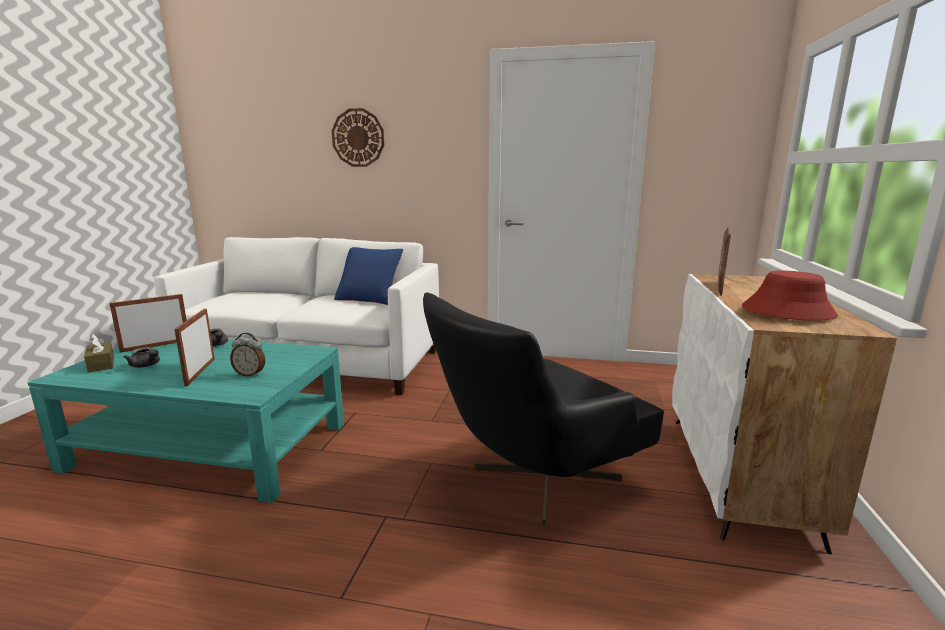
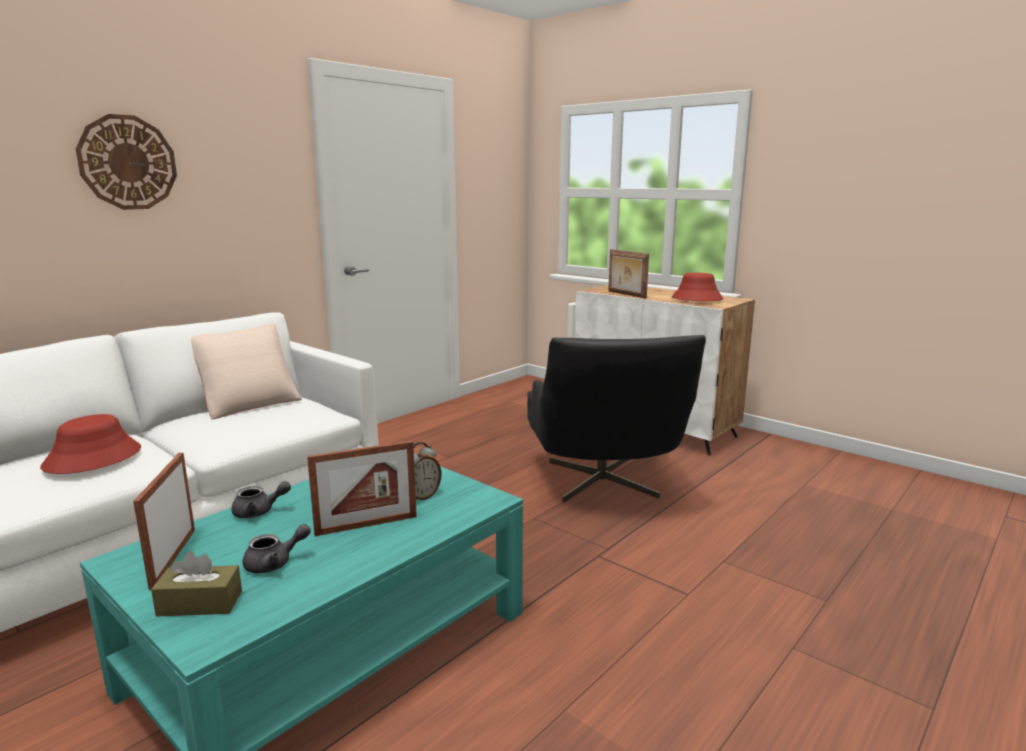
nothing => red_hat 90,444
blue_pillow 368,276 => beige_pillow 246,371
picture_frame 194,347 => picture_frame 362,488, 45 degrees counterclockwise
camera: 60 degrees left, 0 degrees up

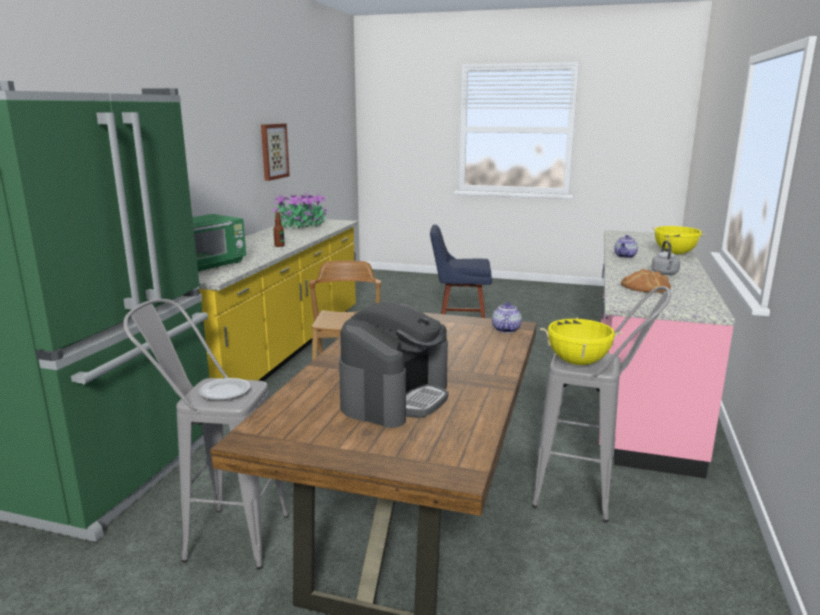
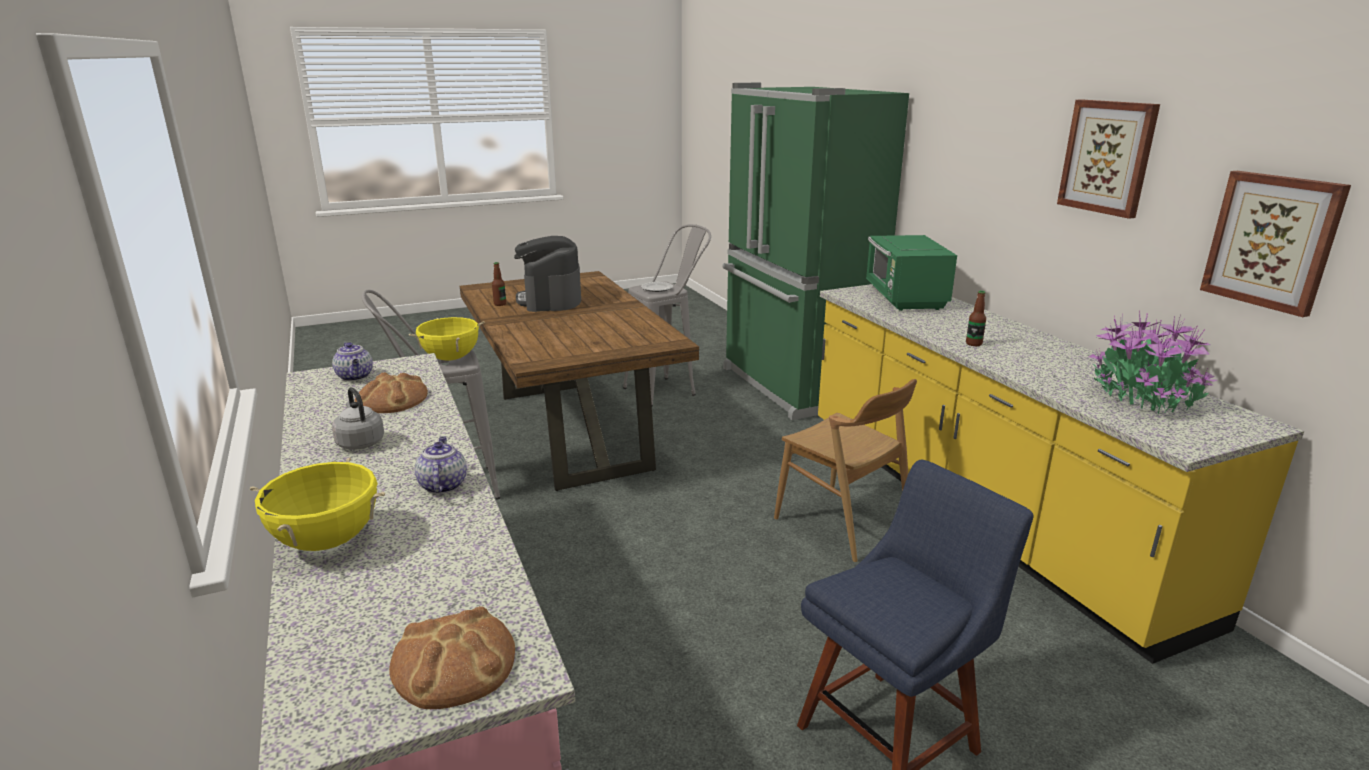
teapot 507,317 => teapot 352,361, moved
nothing => bread 452,657
nothing => bottle 499,284
nothing => picture 1108,159
camera: 140 degrees right, 5 degrees up

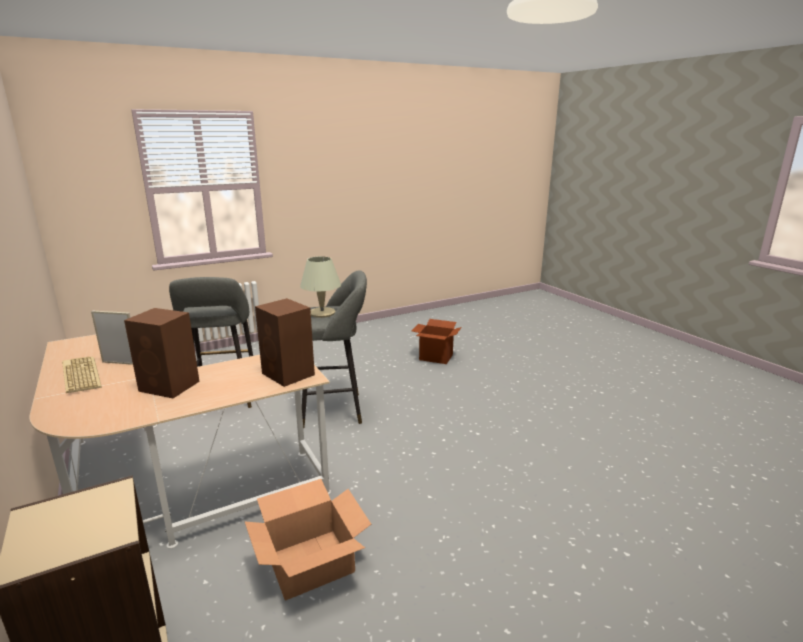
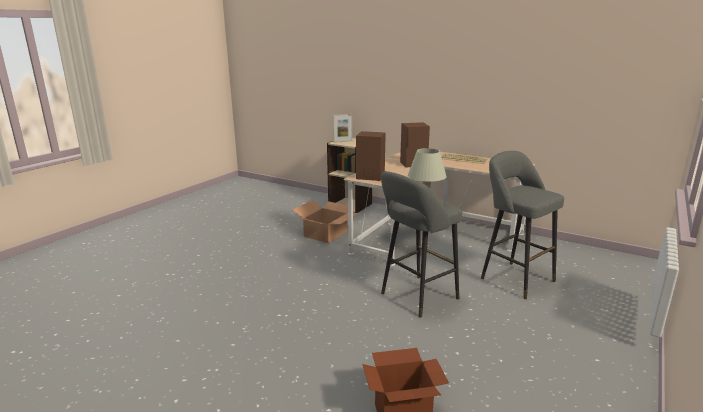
picture_frame 112,338 => picture_frame 342,128, moved
camera: 150 degrees right, 0 degrees up

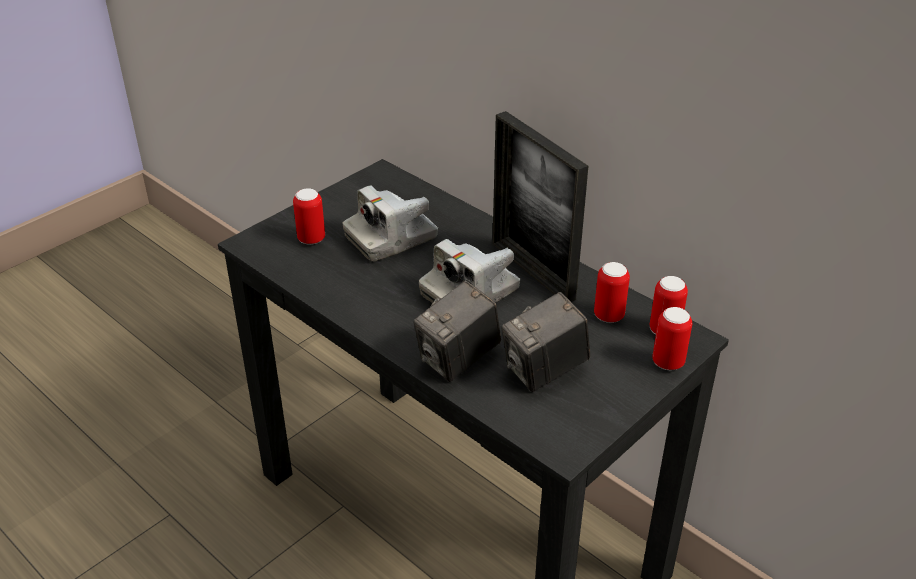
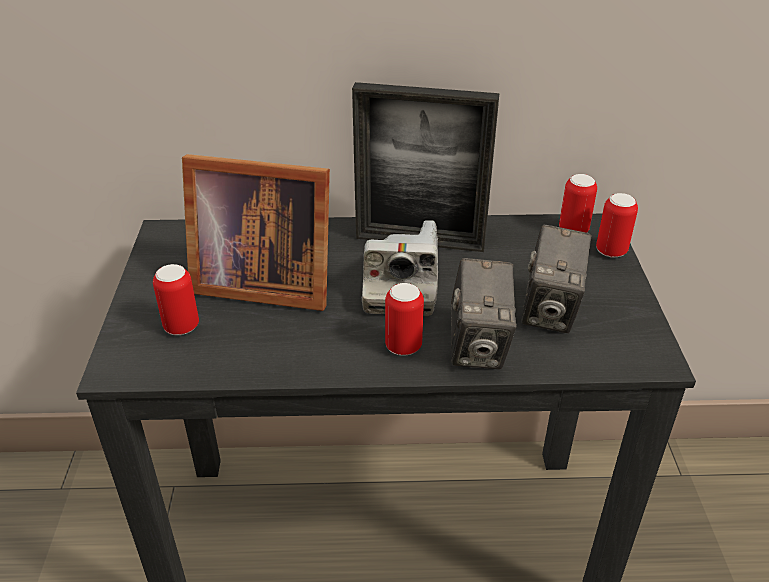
photo_camera 390,223 => picture_frame 256,232
can 612,292 => can 404,319, moved
camera: 45 degrees left, 0 degrees up

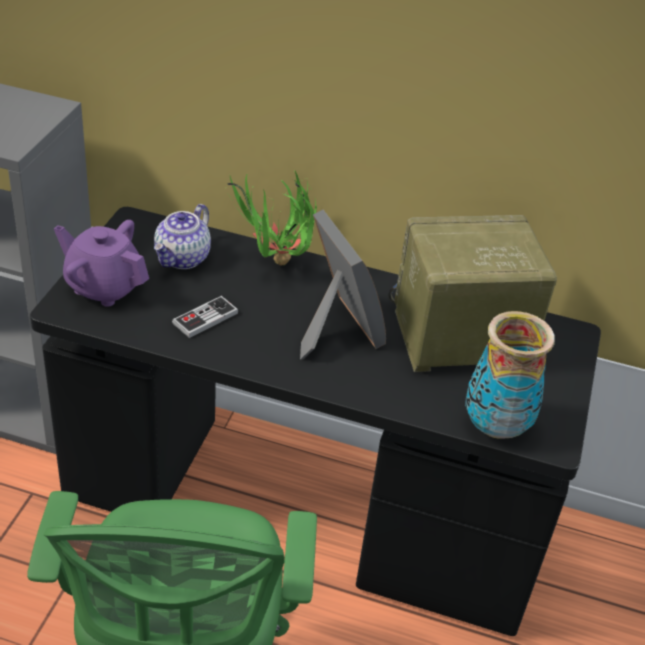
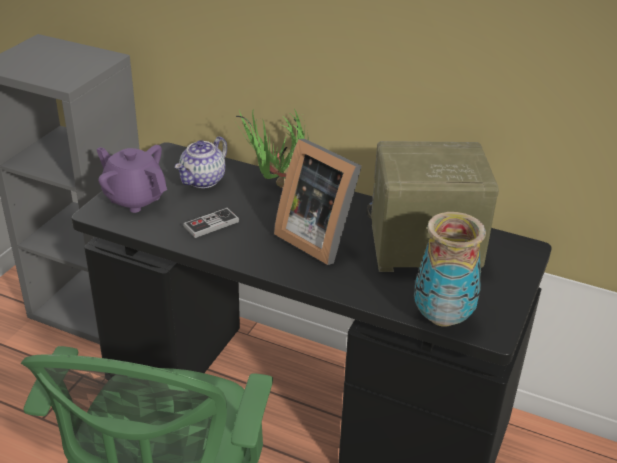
picture_frame 343,284 => picture_frame 318,202, 150 degrees clockwise
camera: 10 degrees right, 5 degrees down

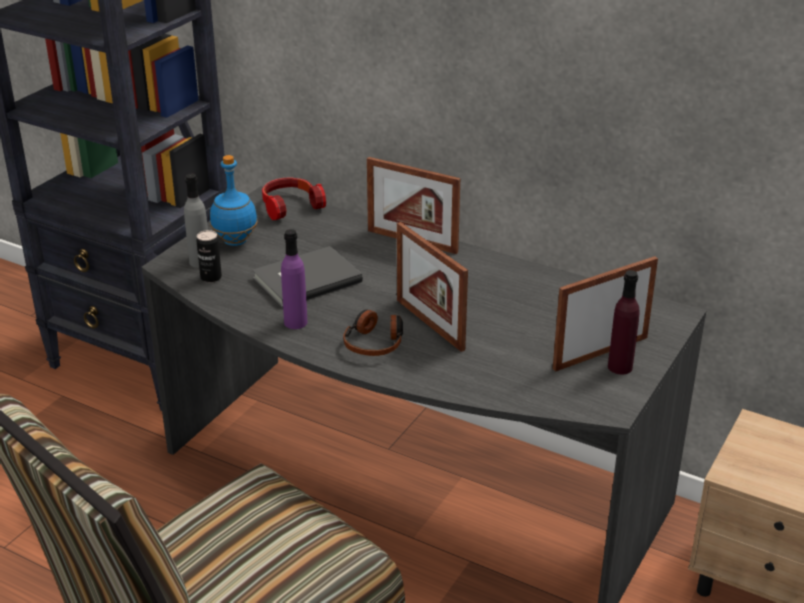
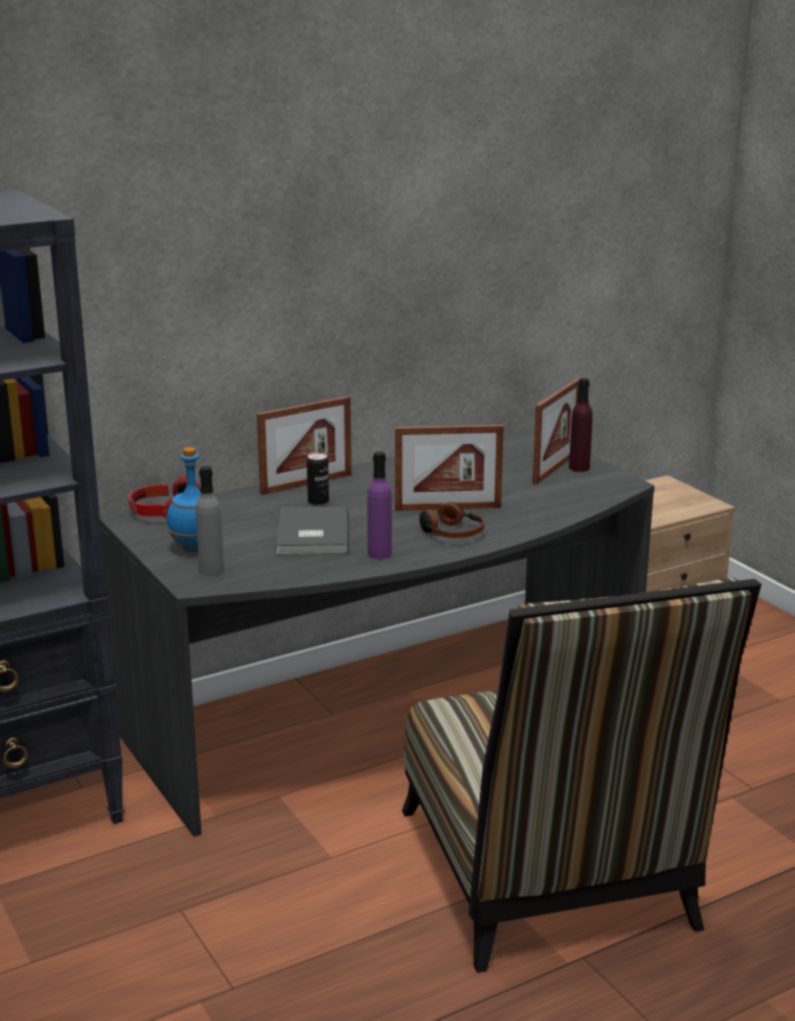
can 209,256 => can 318,479, moved
picture_frame 605,314 => picture_frame 556,431, 150 degrees counterclockwise
camera: 60 degrees left, 10 degrees down

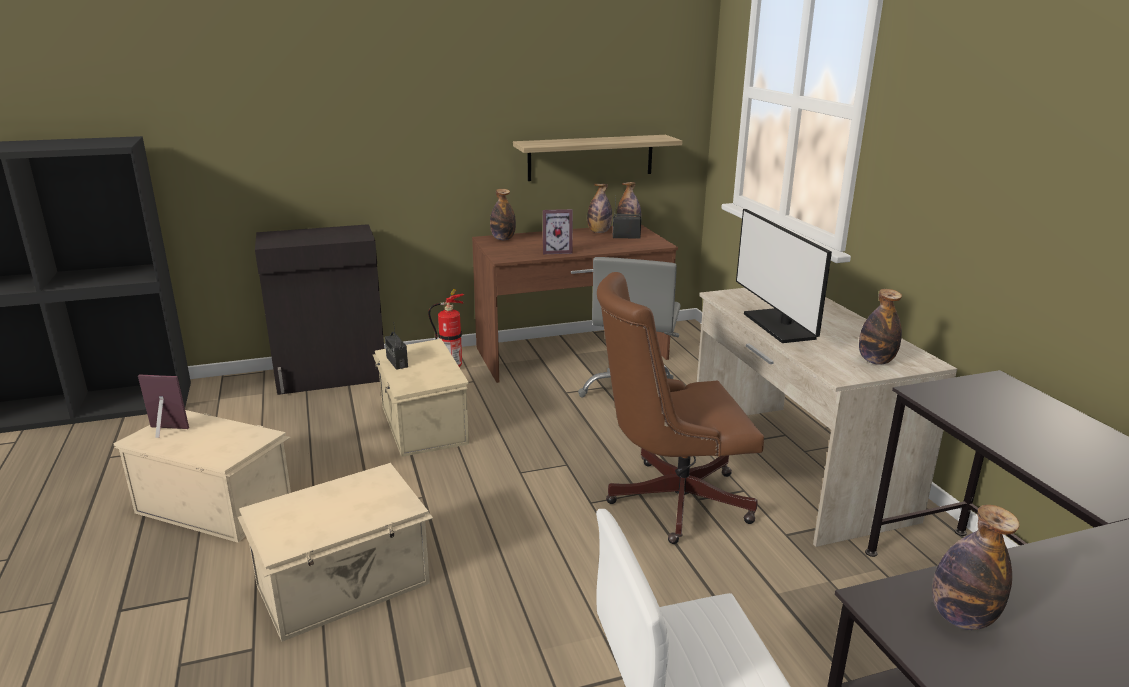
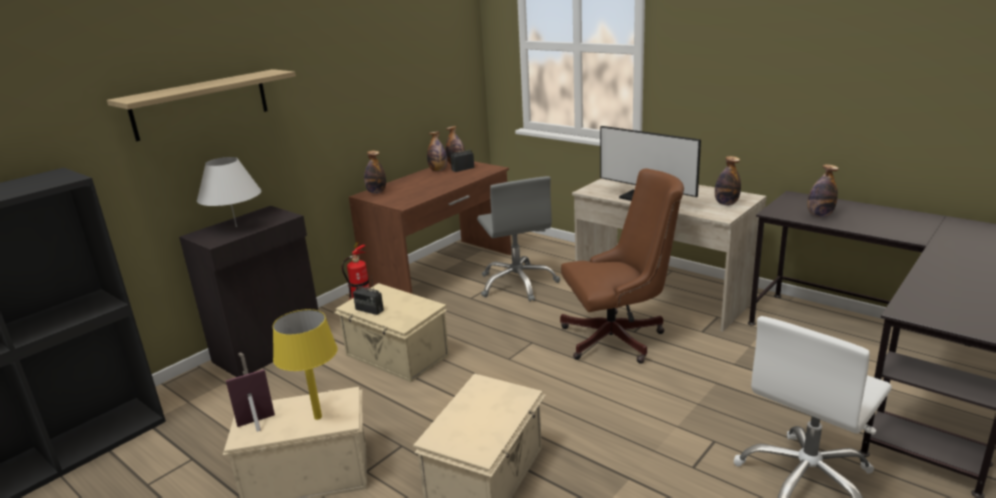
shelf 598,158 => shelf 201,105, moved
nothing => white_table_lamp 229,192
nothing => yellow_table_lamp 305,364
brown_office_chair 680,408 => brown_office_chair 622,266, 150 degrees counterclockwise
bottle 976,567 => bottle 823,190, moved
picture_frame 558,231 => nothing
camera: 30 degrees left, 0 degrees up

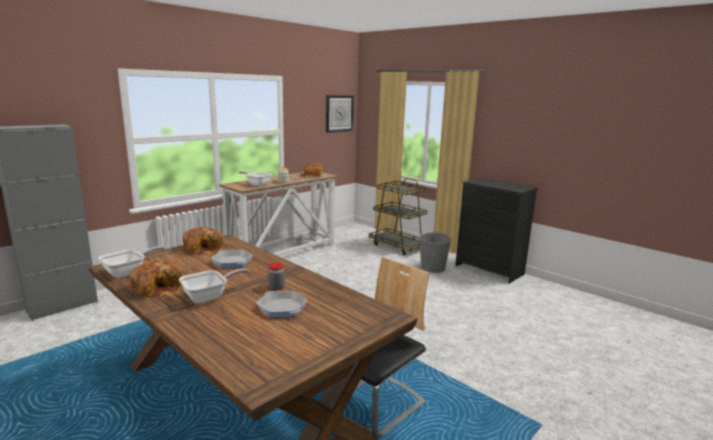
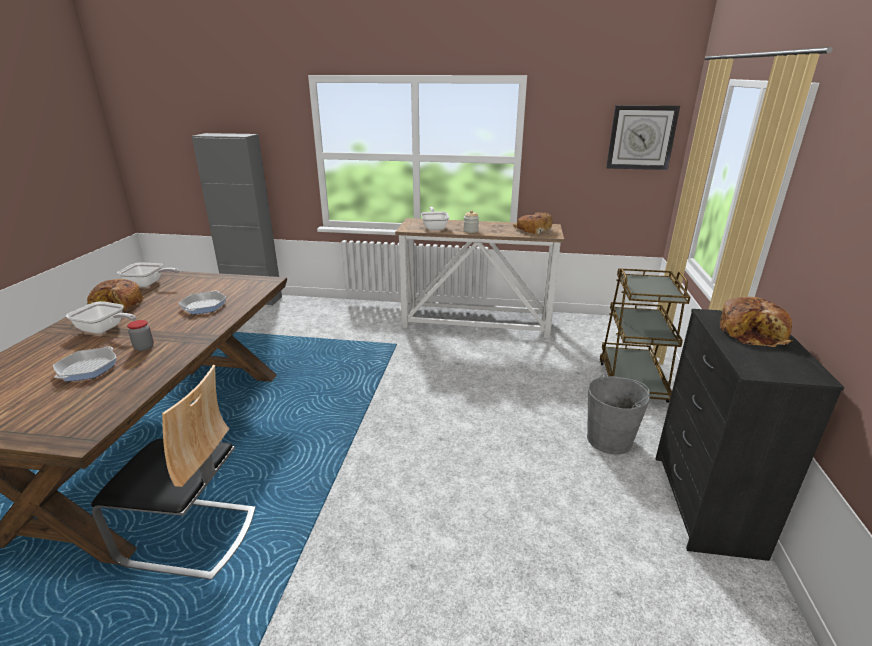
bread 204,241 => bread 756,322, moved
camera: 55 degrees right, 10 degrees up

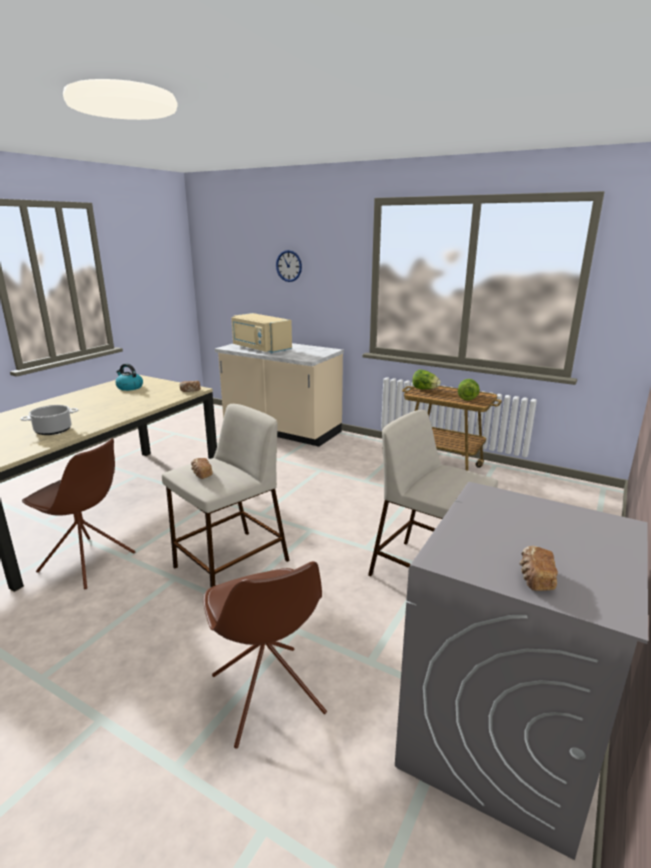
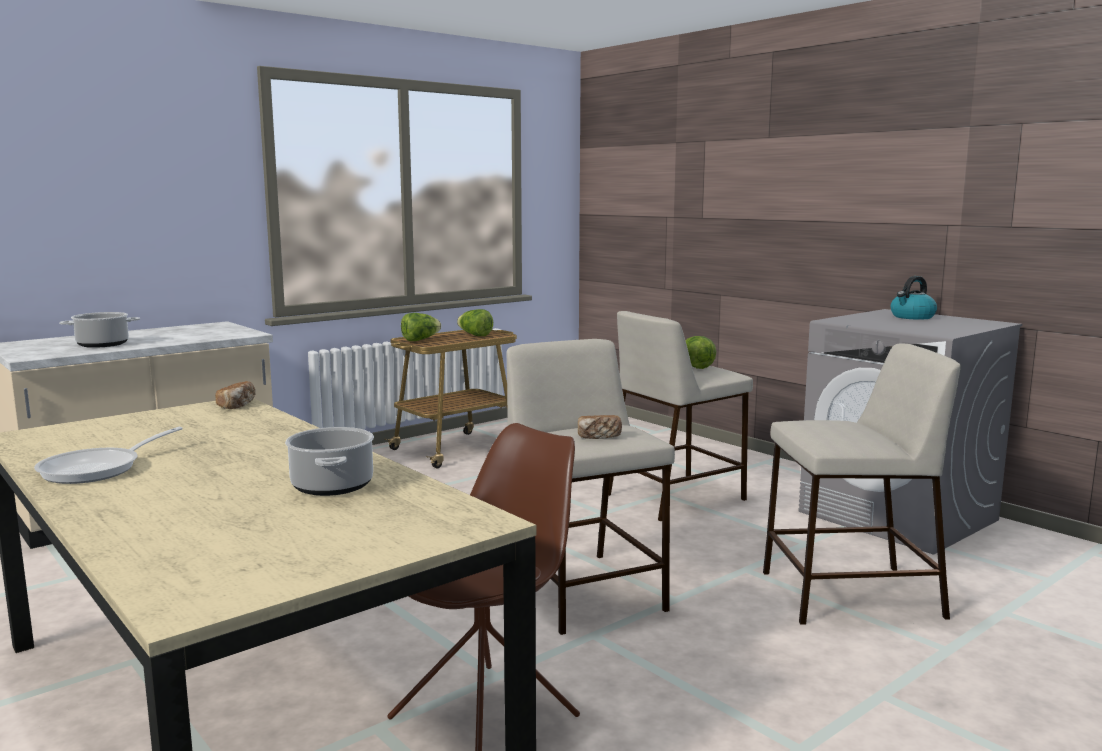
nothing => frying_pan 108,455
beige_microwave 261,333 => cooking_pot 99,330
nothing => lettuce 701,352
brown_chair 265,655 => beige_stool 862,484
kettle 129,377 => kettle 914,298, moved
wall_clock 289,266 => nothing
bread 539,568 => nothing
camera: 70 degrees left, 10 degrees down

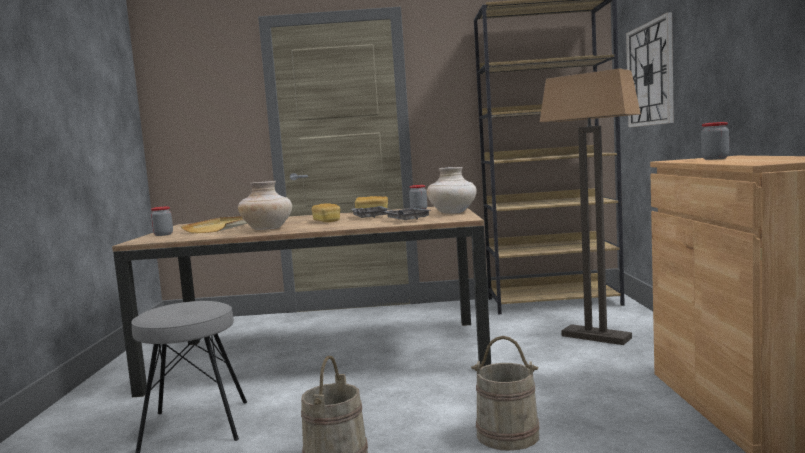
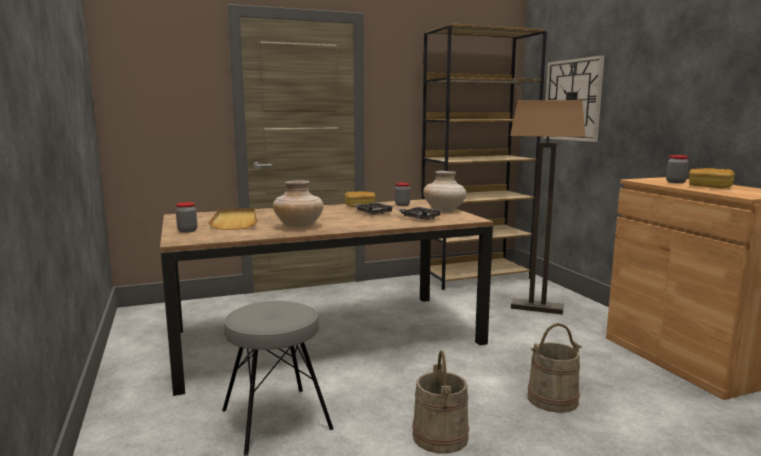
bread 326,212 => bread 712,178, moved
camera: 20 degrees left, 5 degrees up

